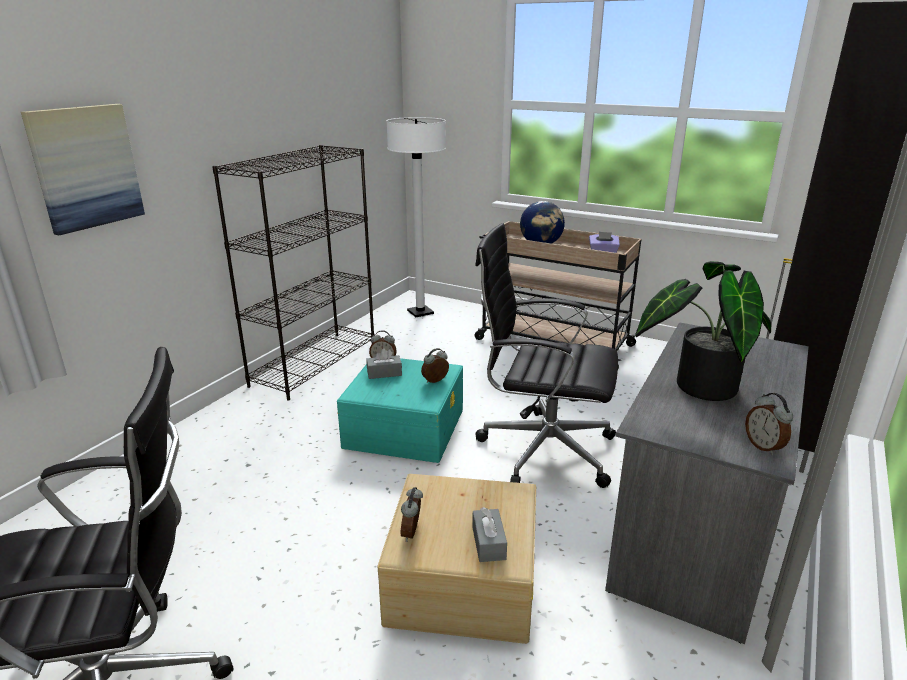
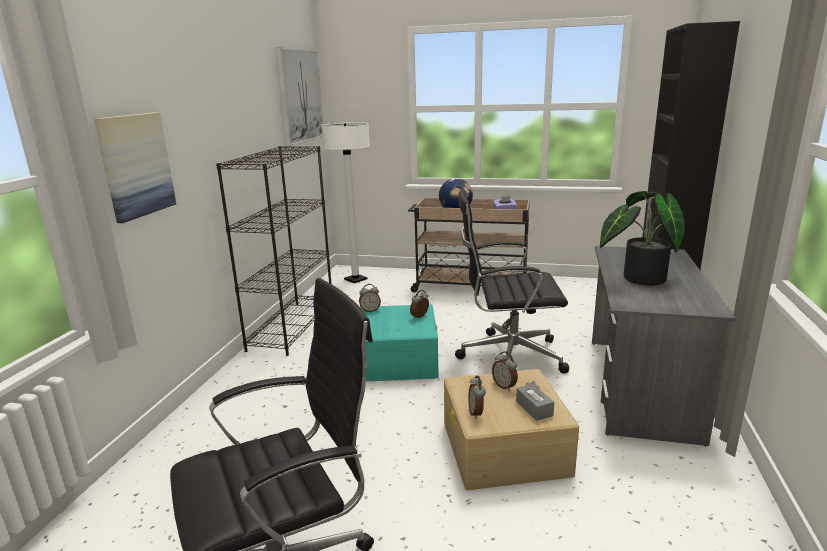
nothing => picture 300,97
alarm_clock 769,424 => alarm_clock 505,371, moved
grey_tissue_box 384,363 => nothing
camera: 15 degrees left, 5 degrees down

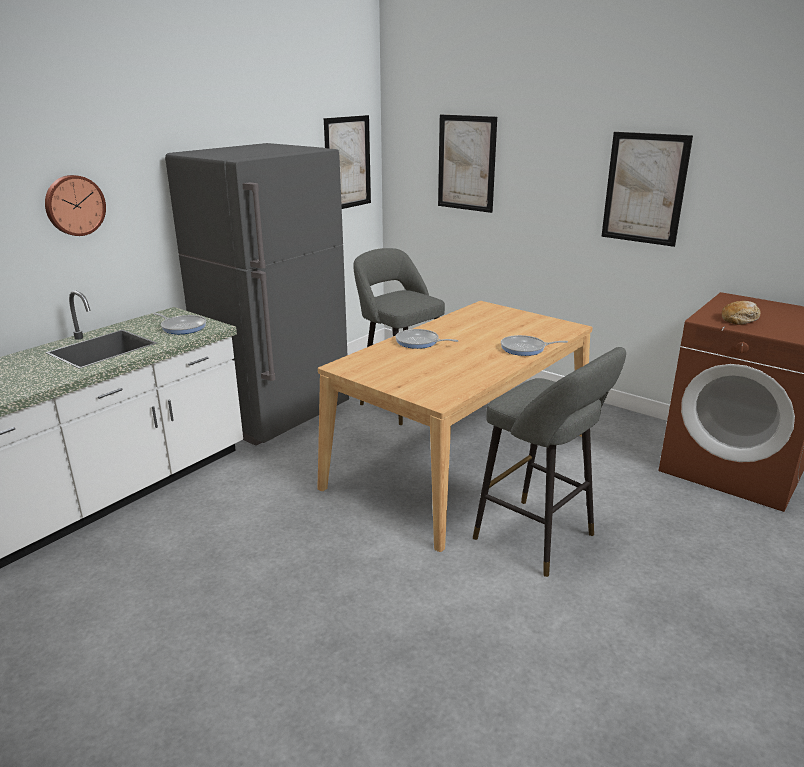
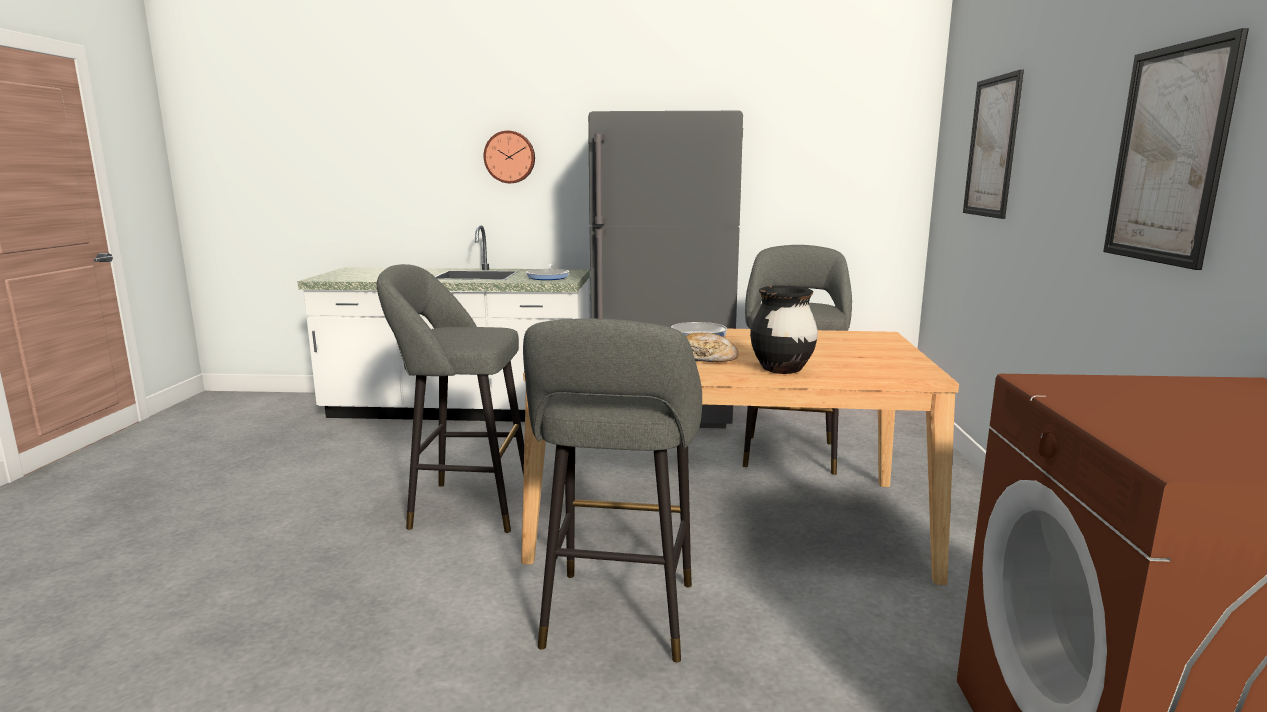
nothing => grey_stool 450,398
bread 741,313 => bread 712,347, moved
frying_pan 534,345 => black_vase 784,330
picture 347,162 => nothing
camera: 55 degrees right, 10 degrees down

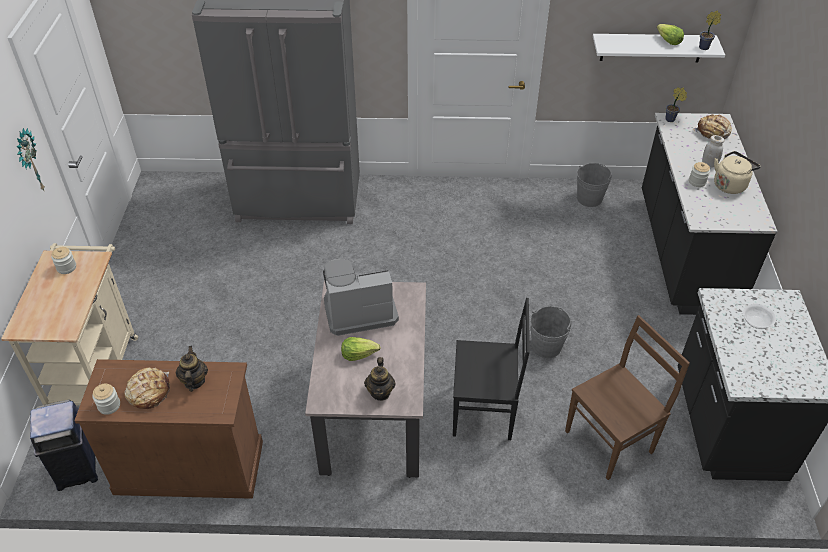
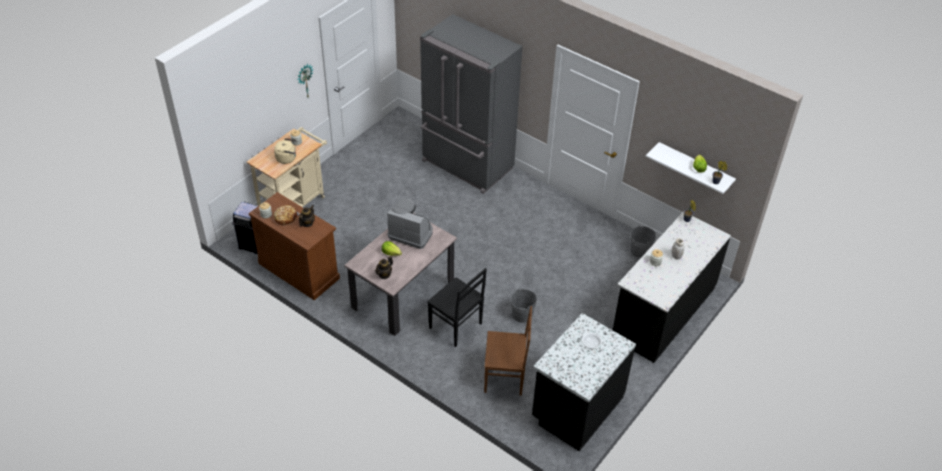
beige_kettle 737,172 => beige_kettle 285,151, moved
bread 712,126 => nothing
camera: 35 degrees right, 0 degrees up

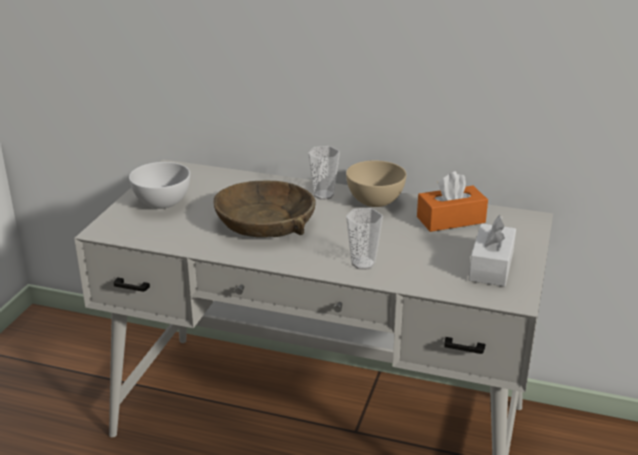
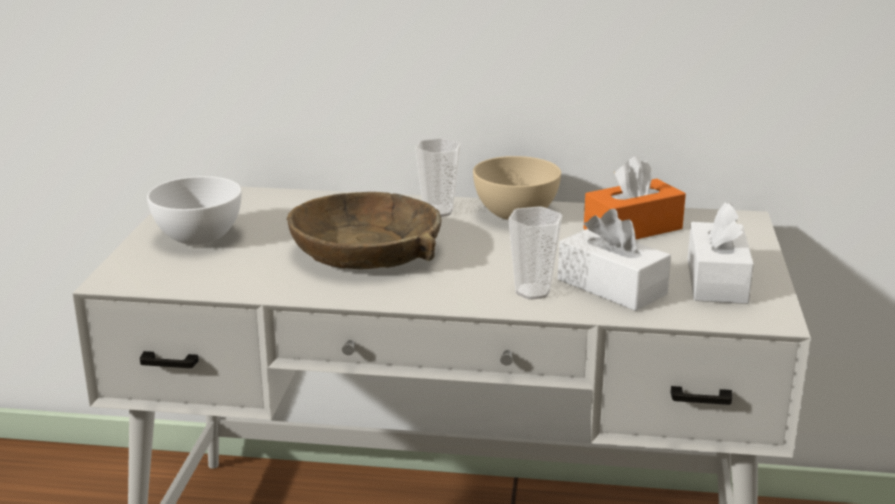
nothing => white_tissue_box 614,260
camera: 10 degrees left, 5 degrees down

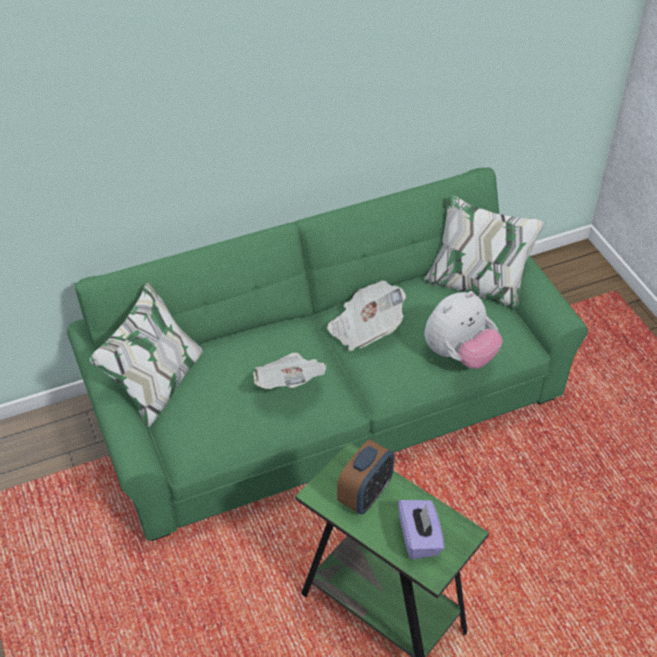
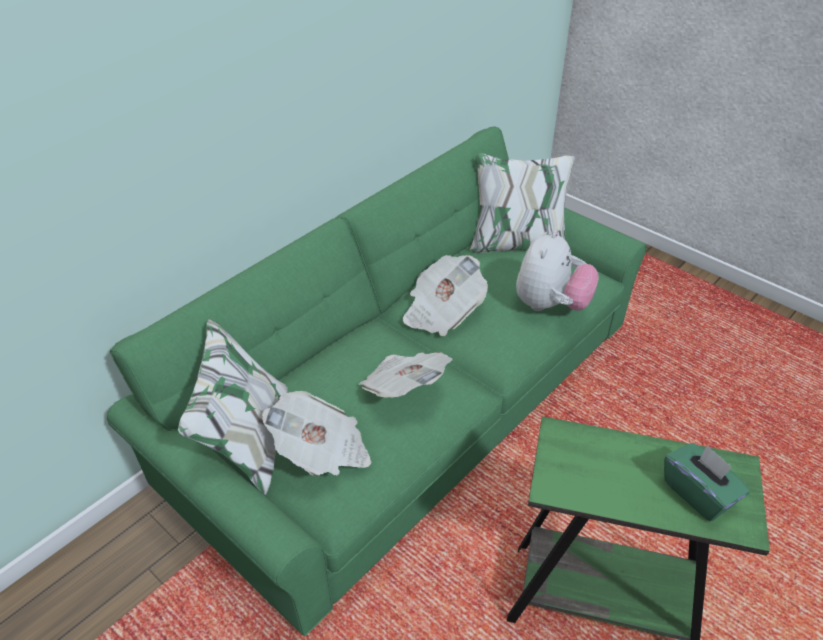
nothing => newspaper 317,433
purple_tissue_box 421,529 => green_tissue_box 707,482
alarm_clock 365,476 => nothing
camera: 25 degrees left, 5 degrees down

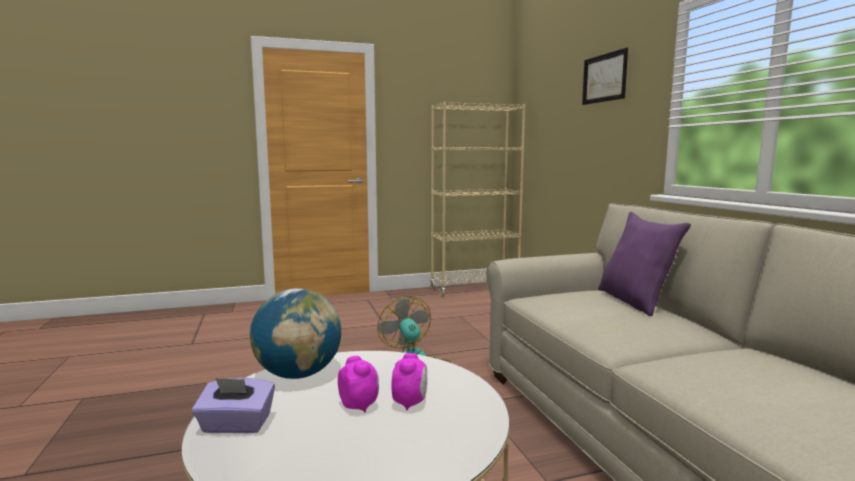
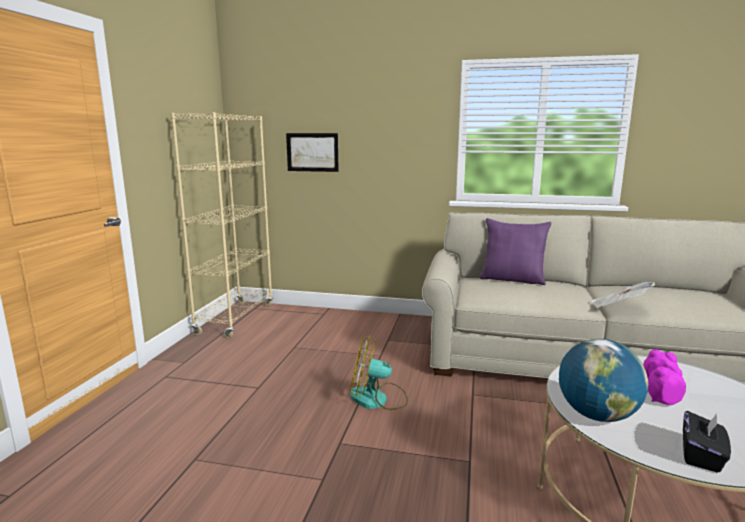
picture 605,76 => picture 312,152, moved
nothing => newspaper 623,295
purple_tissue_box 233,405 => black_tissue_box 707,442
camera: 60 degrees left, 5 degrees up

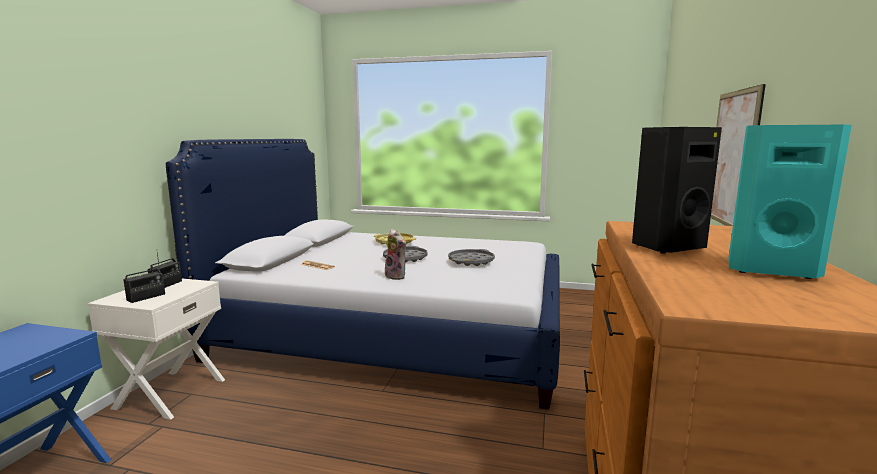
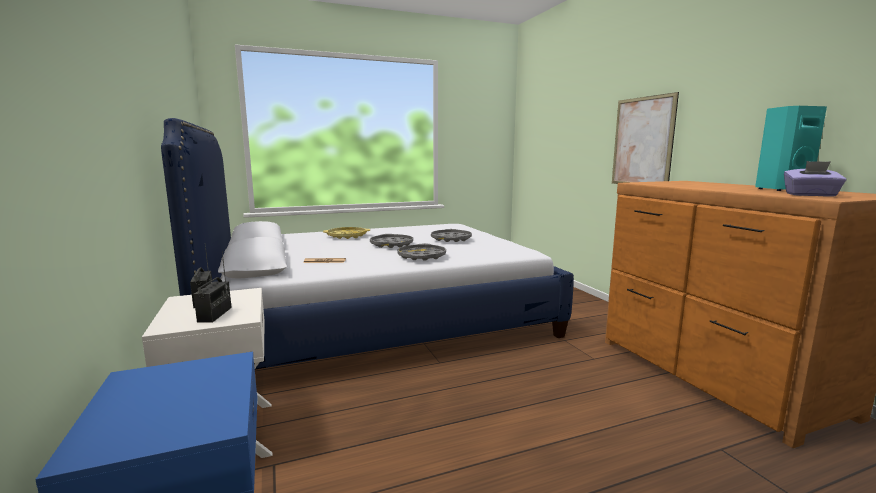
plush_toy 395,254 => grey_tray 421,252
nothing => purple_tissue_box 815,179
black_speaker 677,190 => nothing
camera: 35 degrees left, 0 degrees up

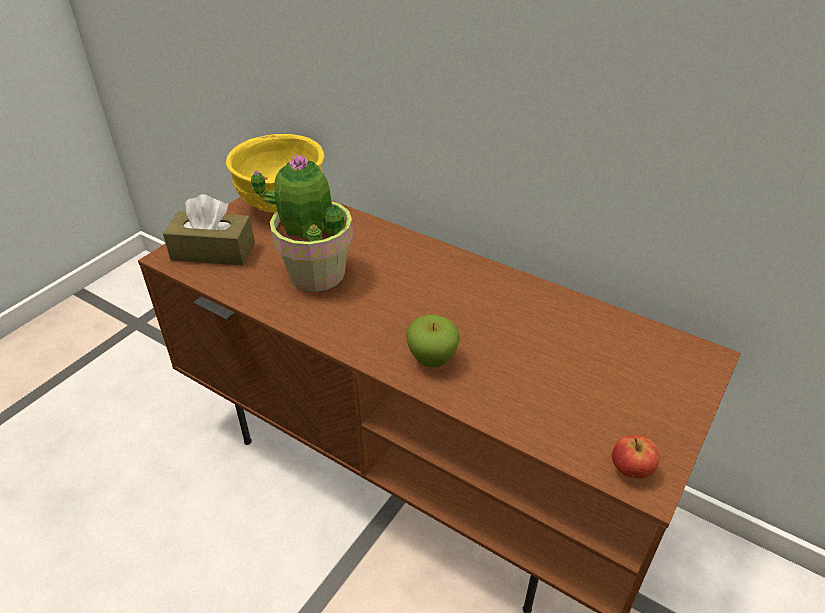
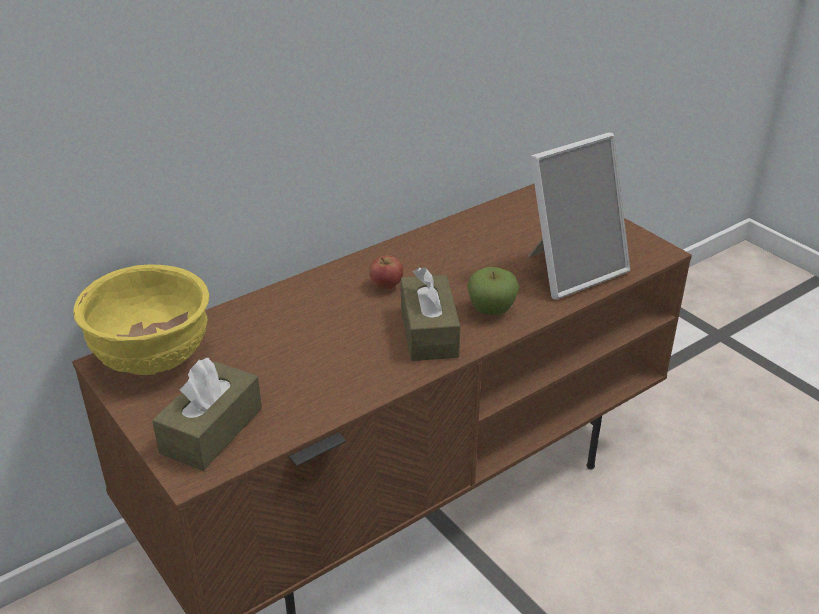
apple 636,456 => apple 386,273, moved
nothing => brown_tissue_box 430,314
nothing => picture_frame 579,216
potted_plant 301,223 => nothing
camera: 70 degrees left, 5 degrees down

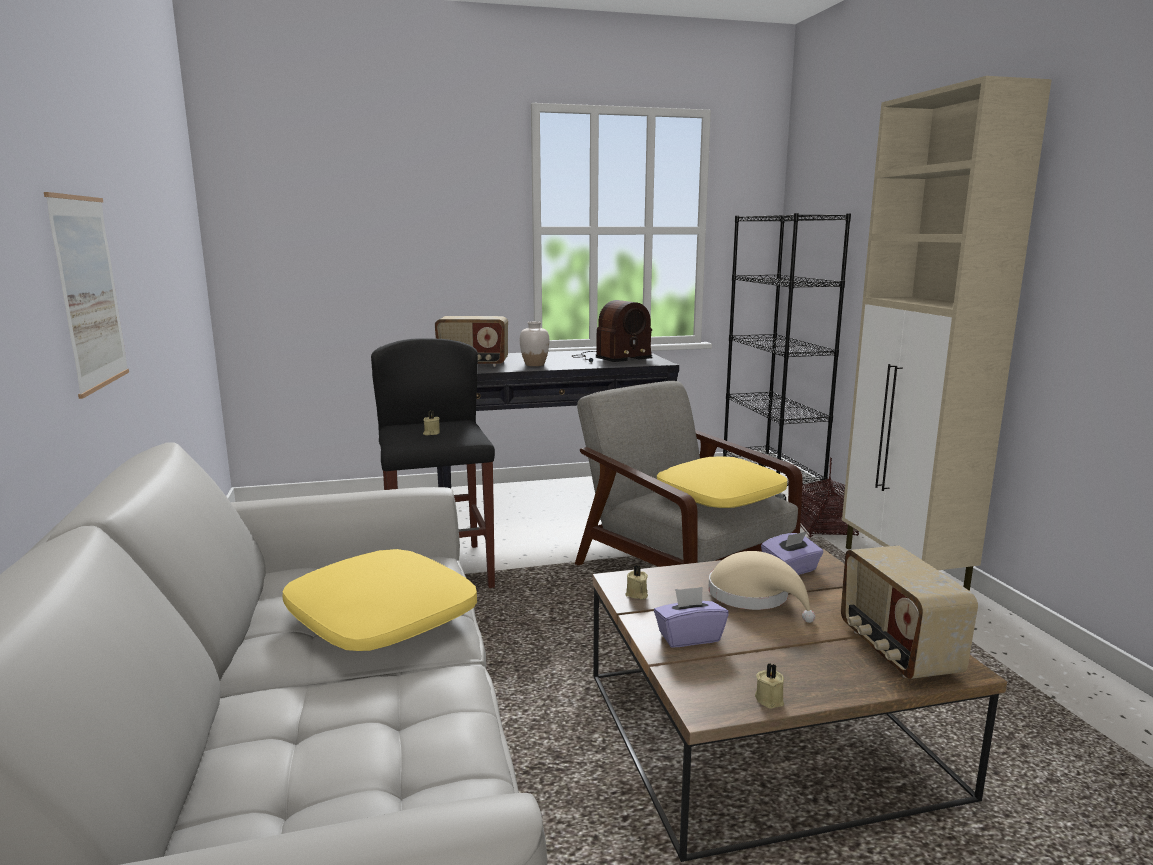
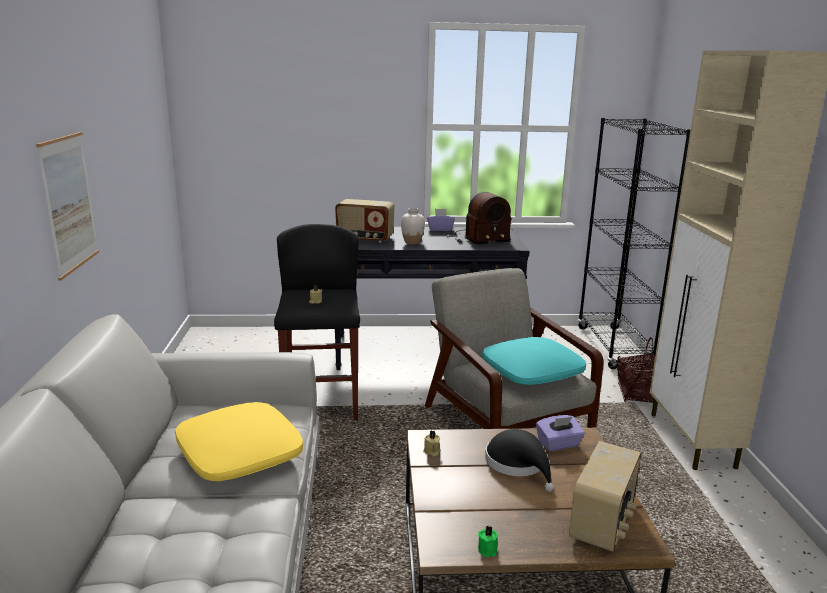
purple_tissue_box 691,617 => purple_tissue_box 441,220, moved
beige_candle 769,686 => green_candle 488,541
yellow_pillow 722,482 => turquoise_pillow 534,361
beige_hat 761,587 => black_hat 519,460
radio 909,612 => radio 605,496, 150 degrees counterclockwise
camera: 10 degrees right, 5 degrees up

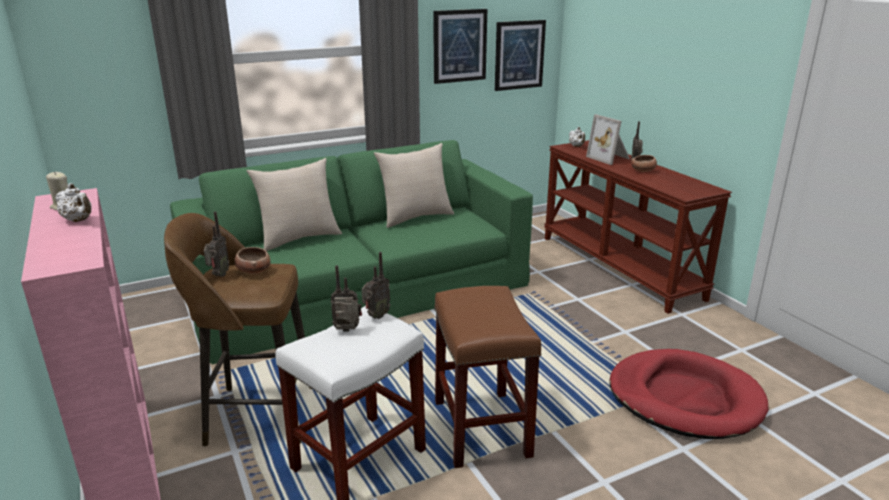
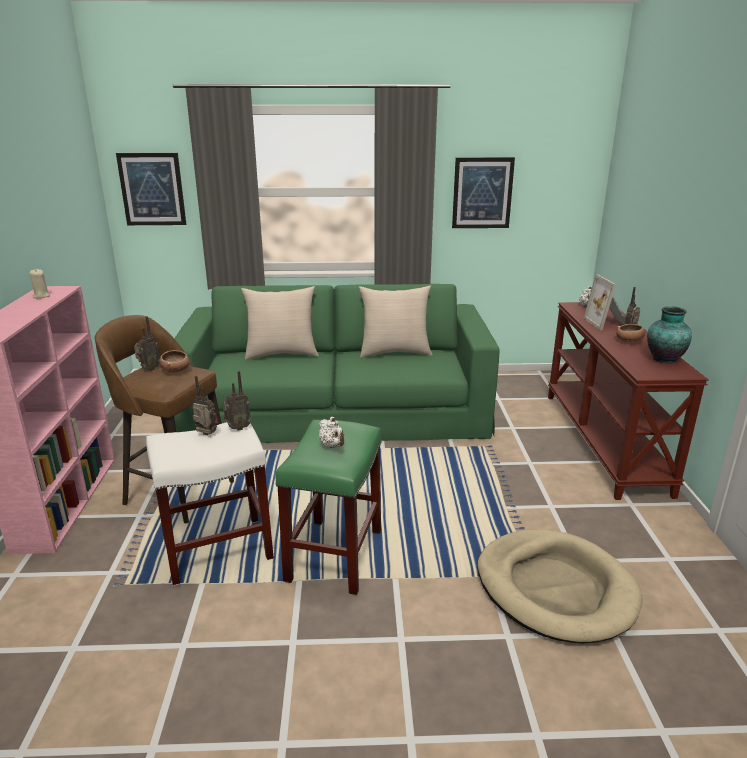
picture 520,55 => picture 151,189, moved
brown_stool 488,377 => green_stool 329,507
white_teapot 73,202 => white_teapot 331,432, moved
red_dog_bed 689,394 => beige_dog_bed 560,586
nothing => vase 669,335
camera: 25 degrees right, 0 degrees up

